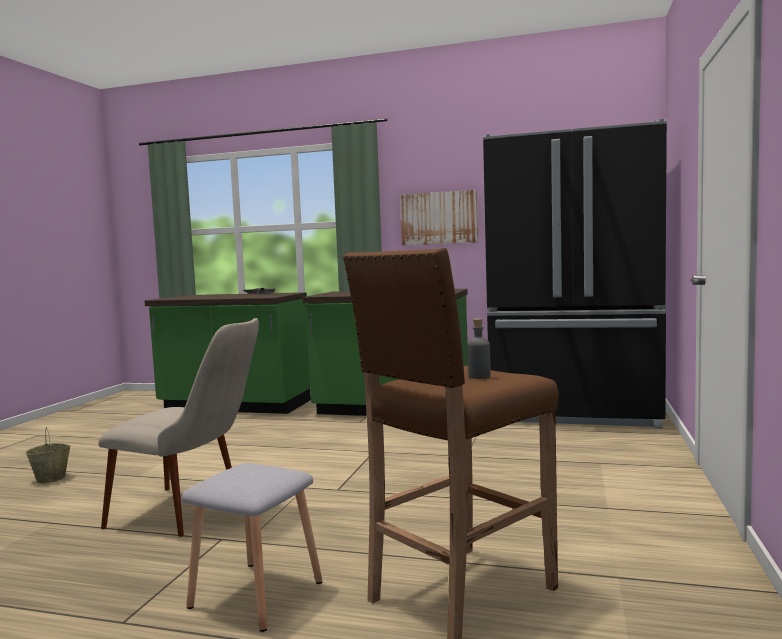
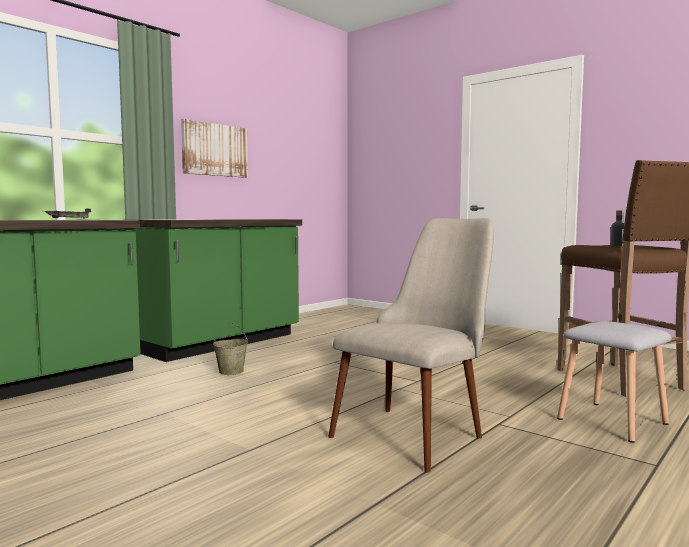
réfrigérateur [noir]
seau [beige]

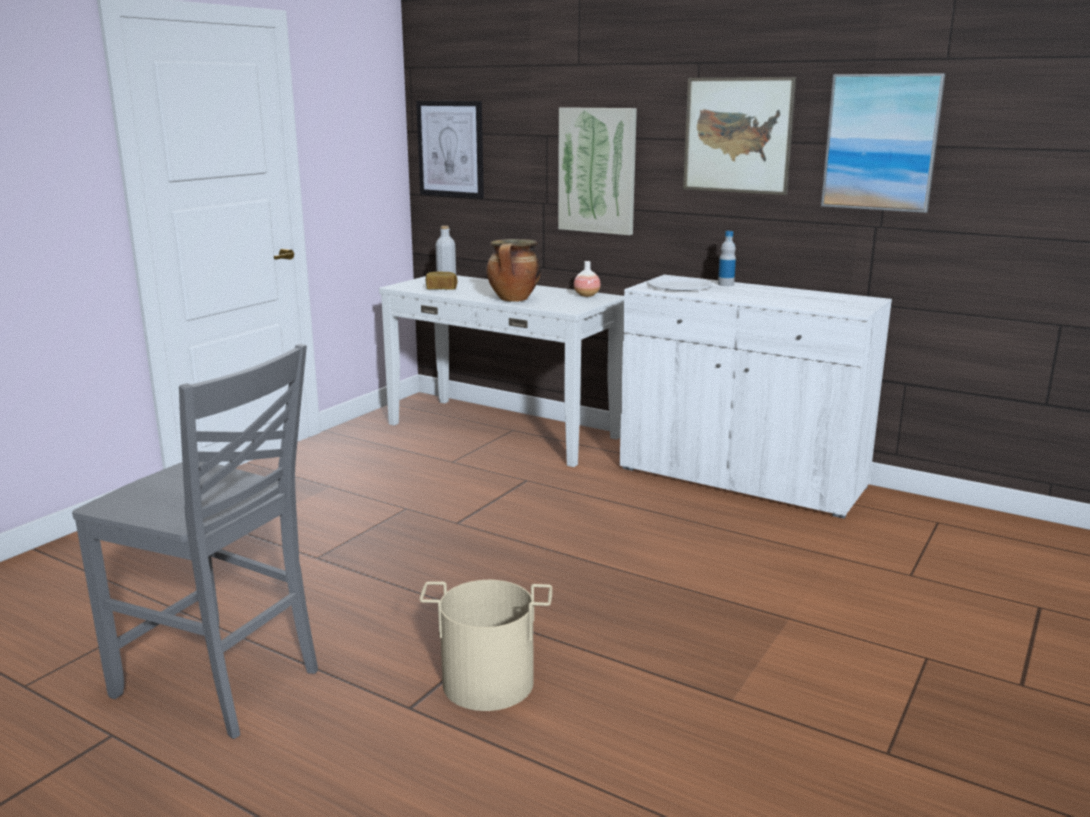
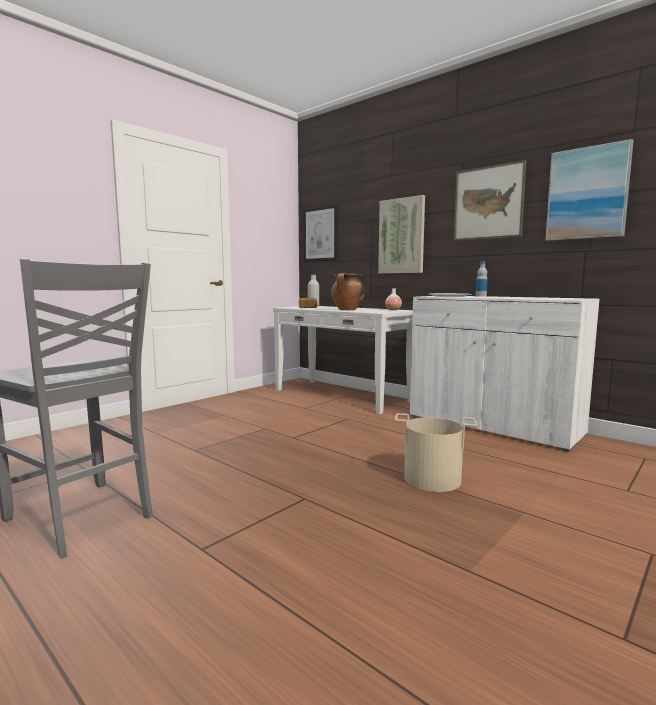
seau [beige]

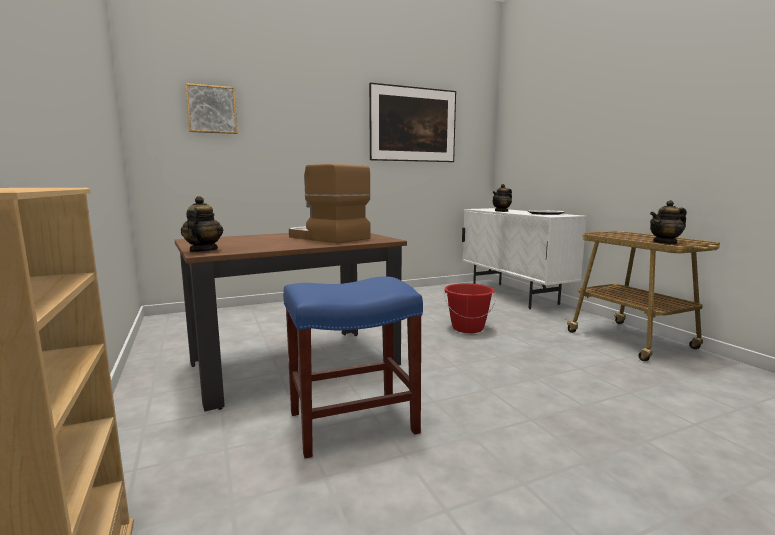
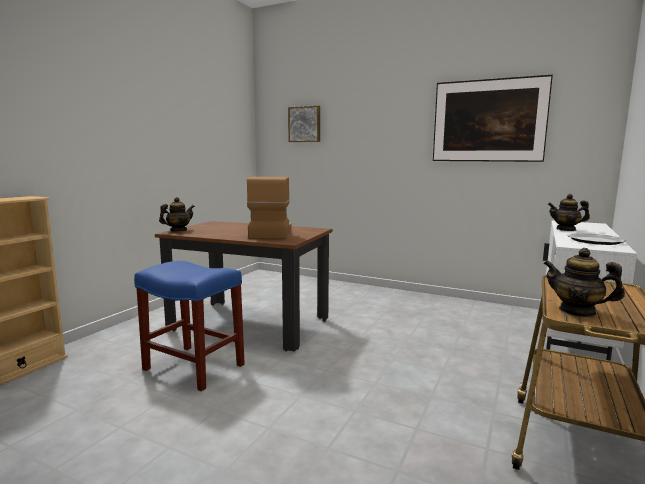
seau [rouge]

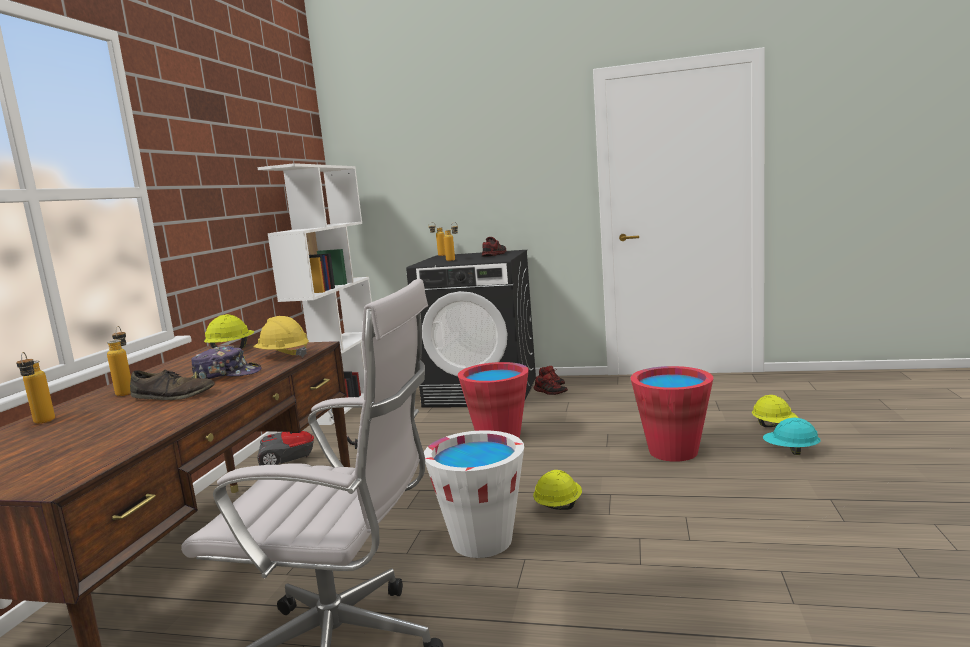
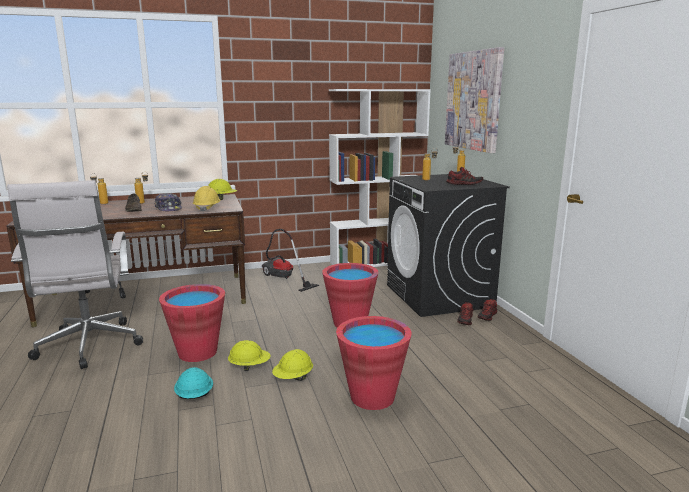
casque de chantier [jaune] (no. 4 from left)
casque de chantier [turquoise]
seau [rouge] (no. 1 from left)
tableau

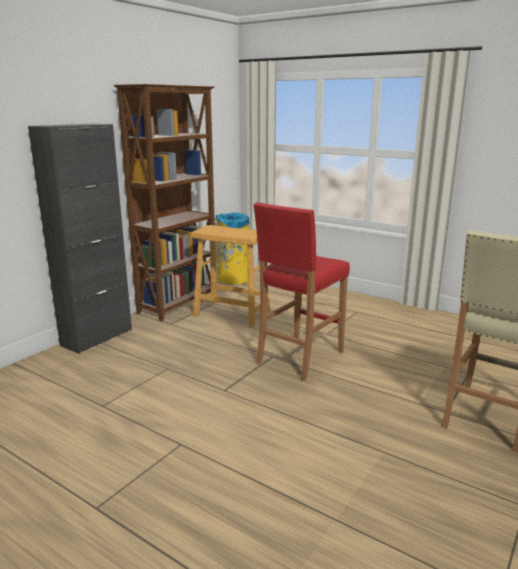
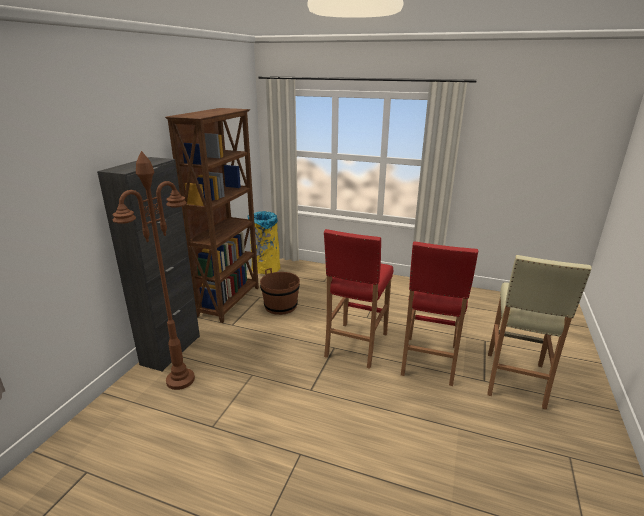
seau [marron]
lampadaire [marron]
tabouret [rouge] (no. 2 from left)

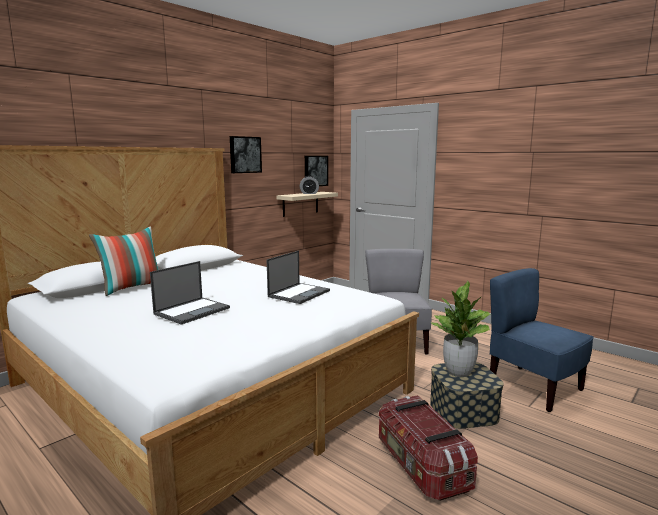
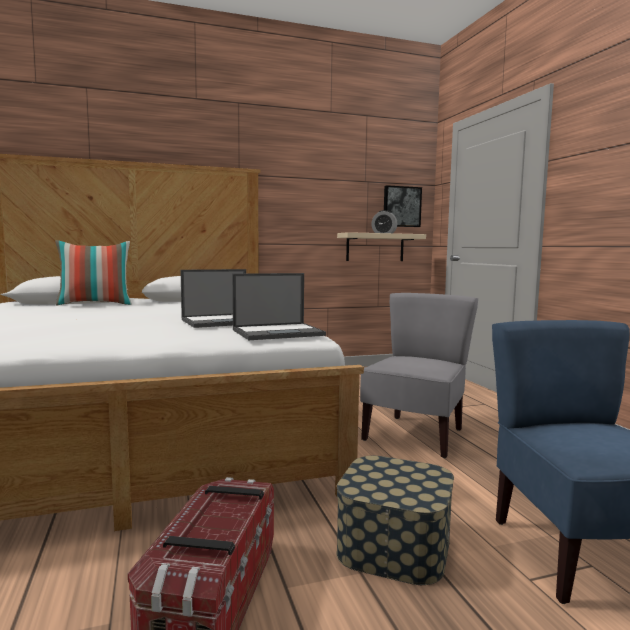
tableau (no. 1 from left in the first image)
ordinateur portable (no. 2 from left)
plante en pot

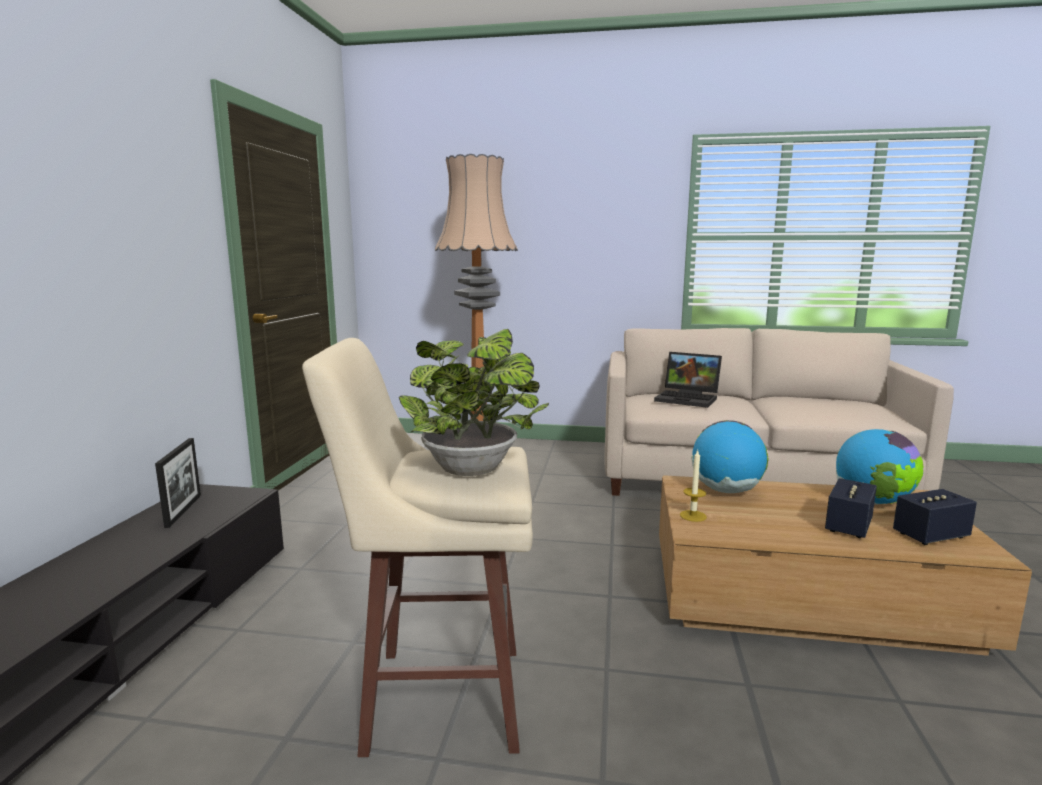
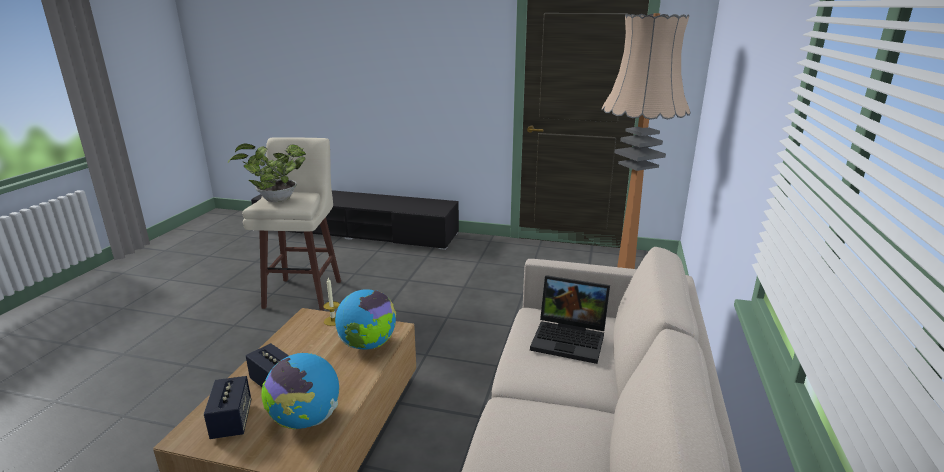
ordinateur portable
cadre photo

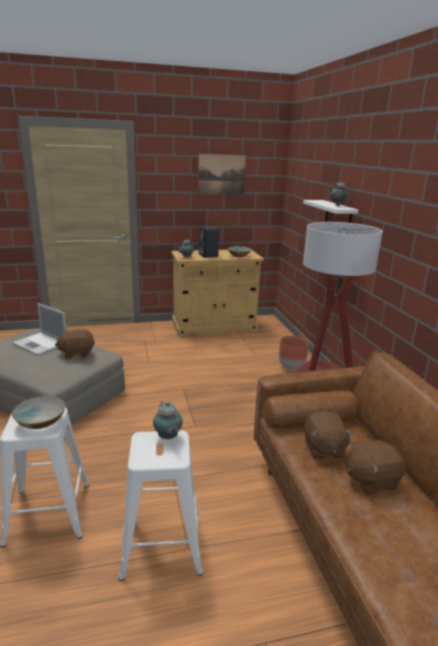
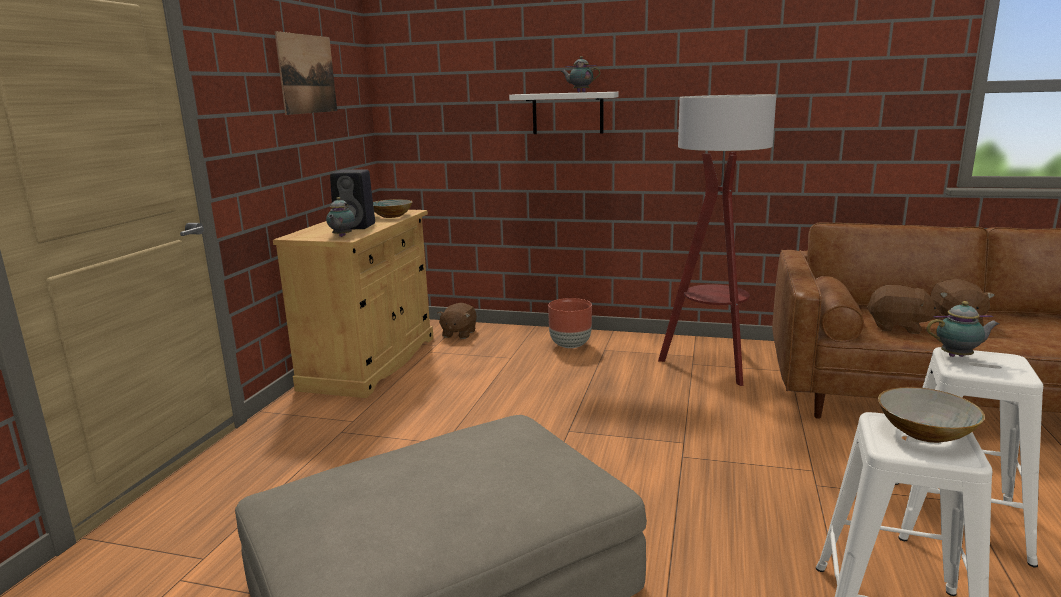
ordinateur portable
peluche [marron] (no. 1 from left)

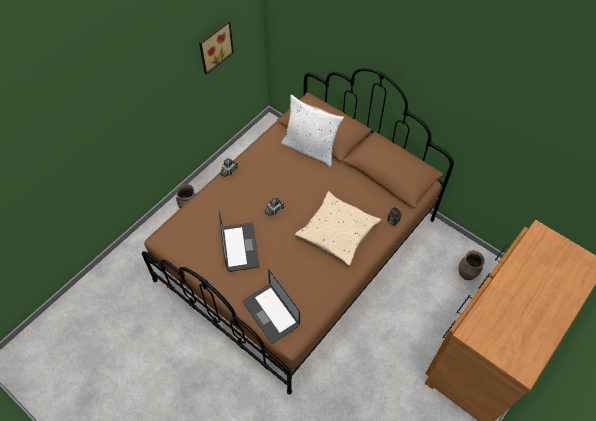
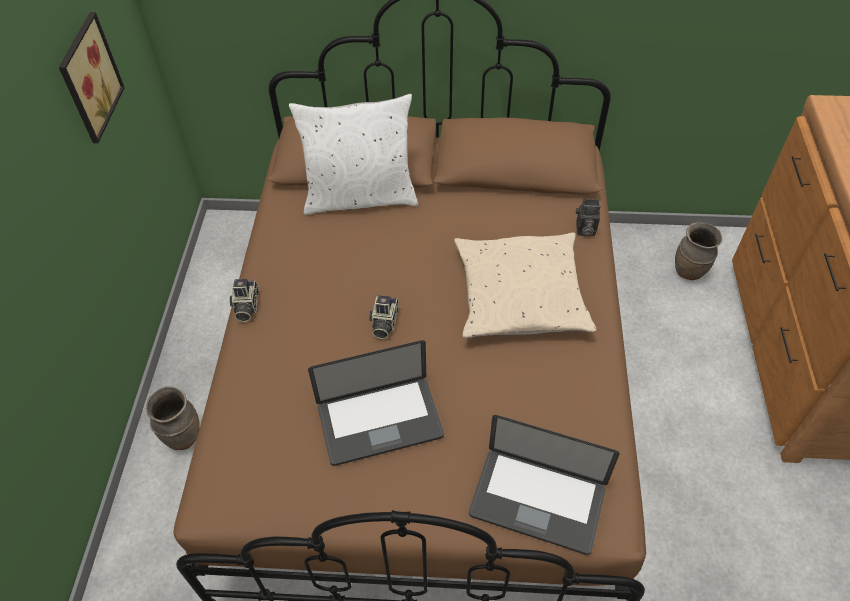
ordinateur portable (no. 1 from left)

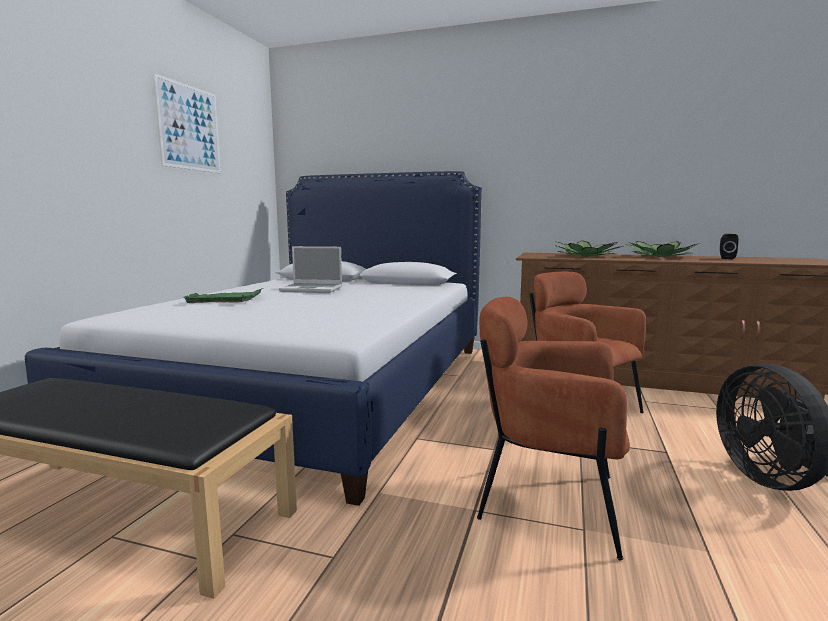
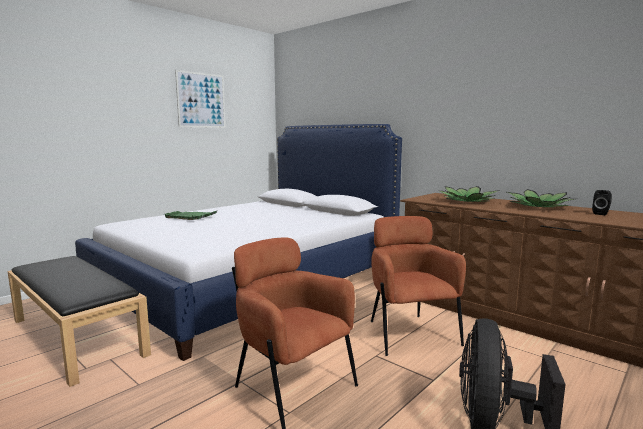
ordinateur portable

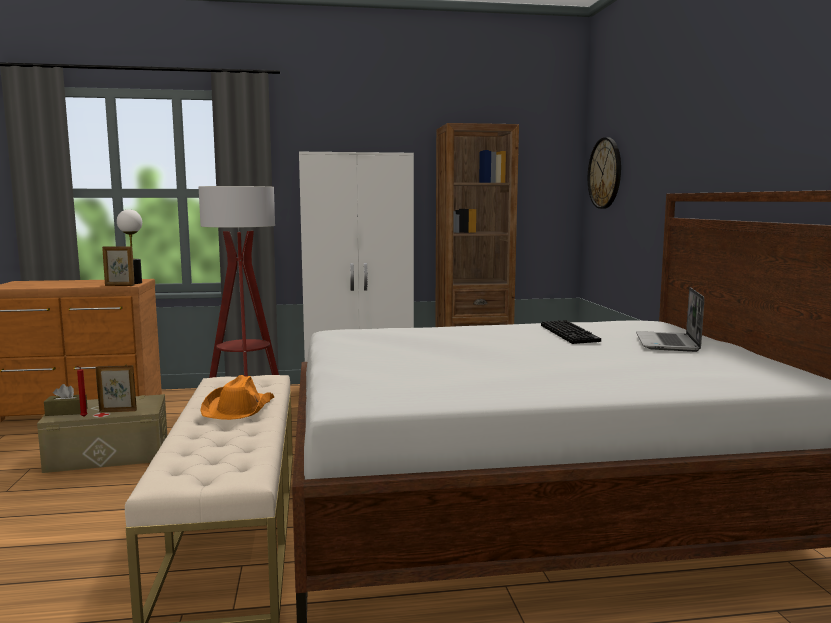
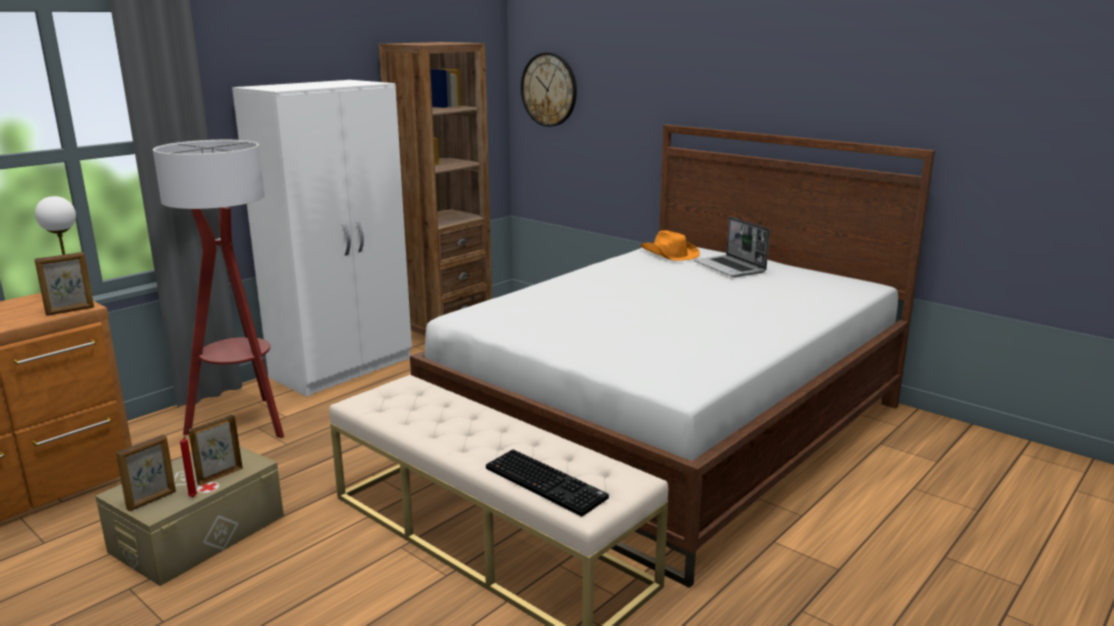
clavier
chapeau [orange]
cadre photo (no. 2 from left)

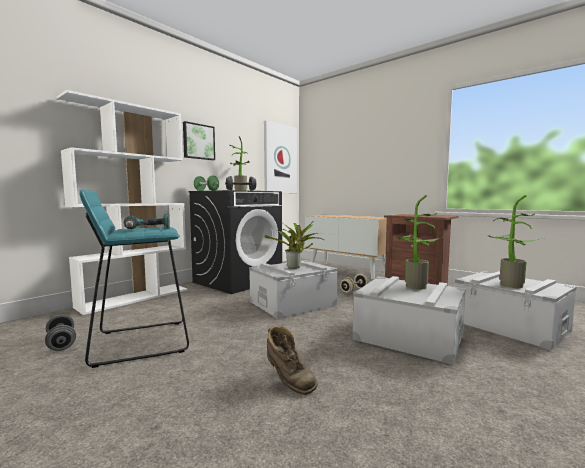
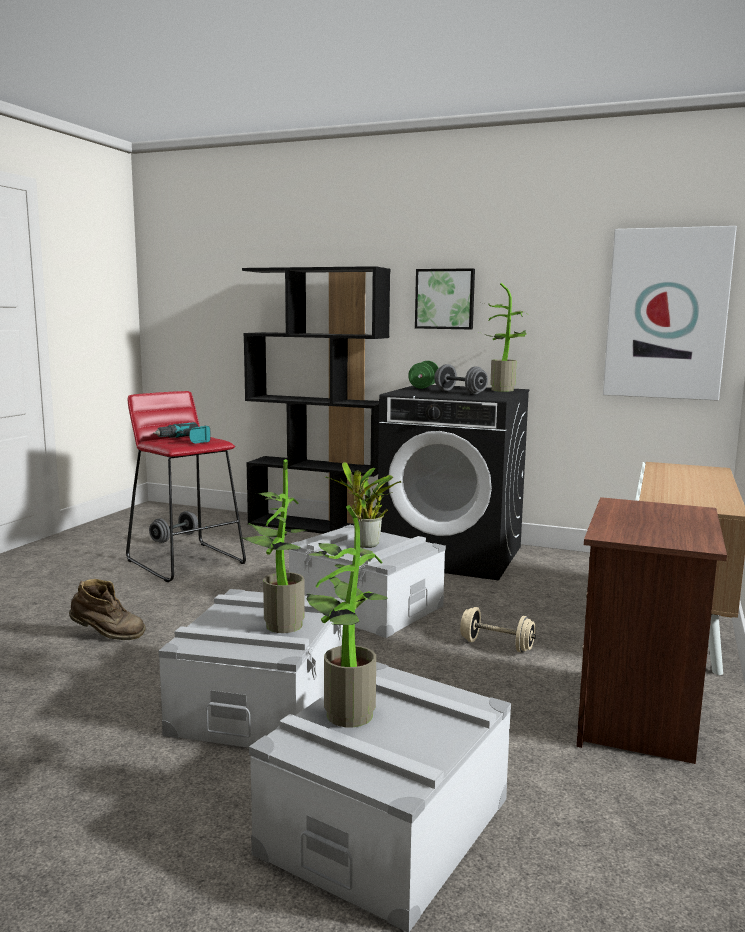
bibliothèque [noir]
tabouret [rouge]
botte [marron]

